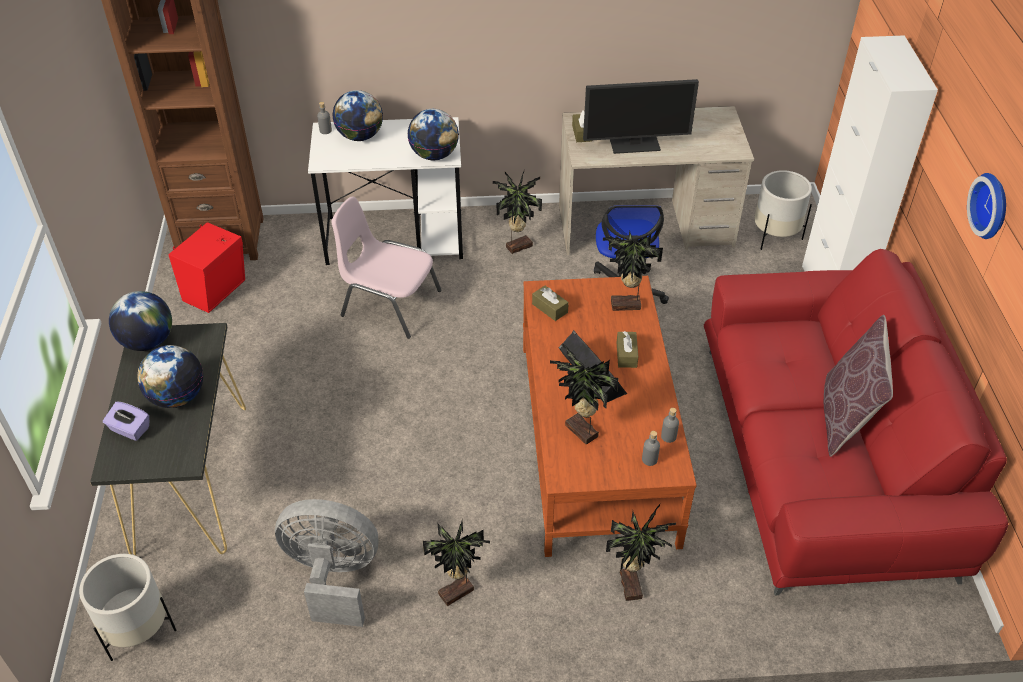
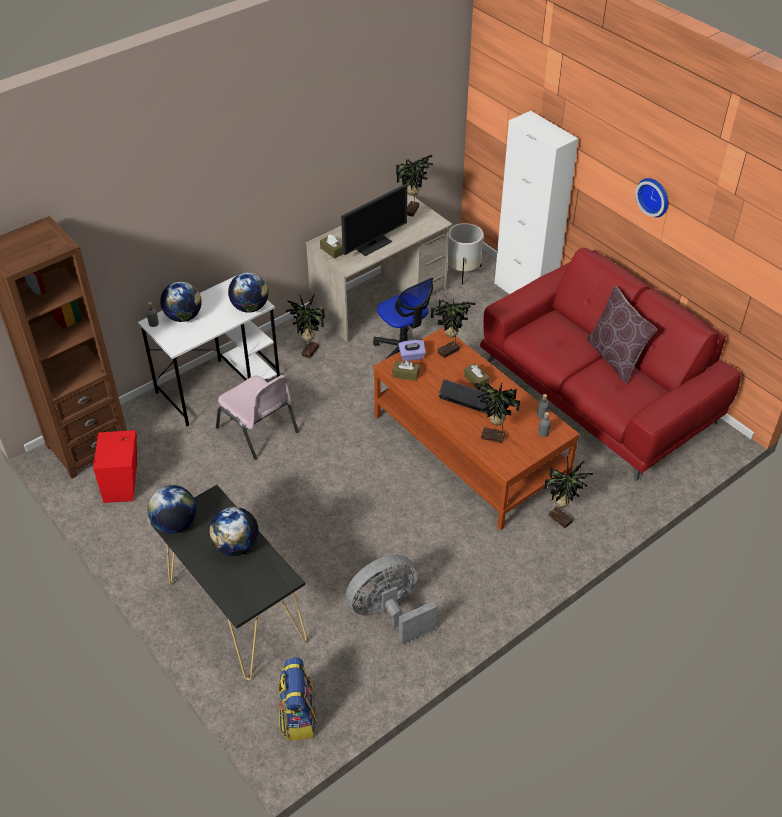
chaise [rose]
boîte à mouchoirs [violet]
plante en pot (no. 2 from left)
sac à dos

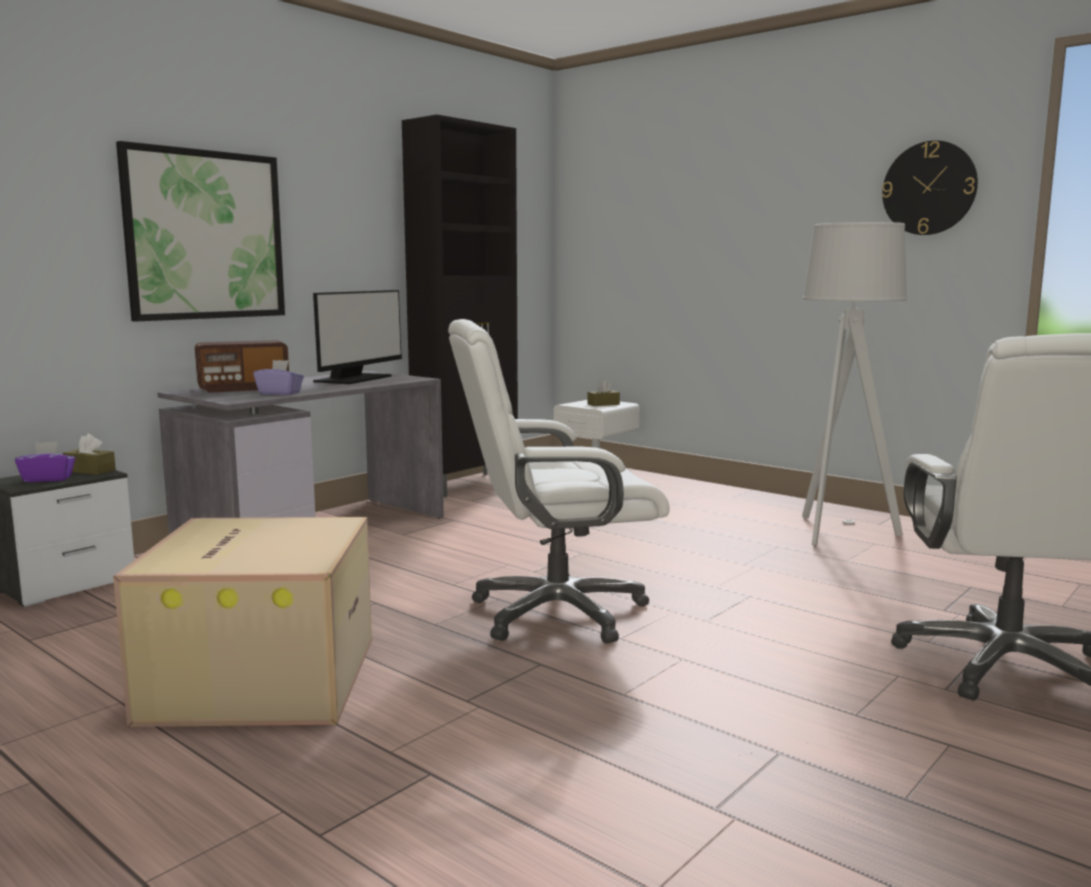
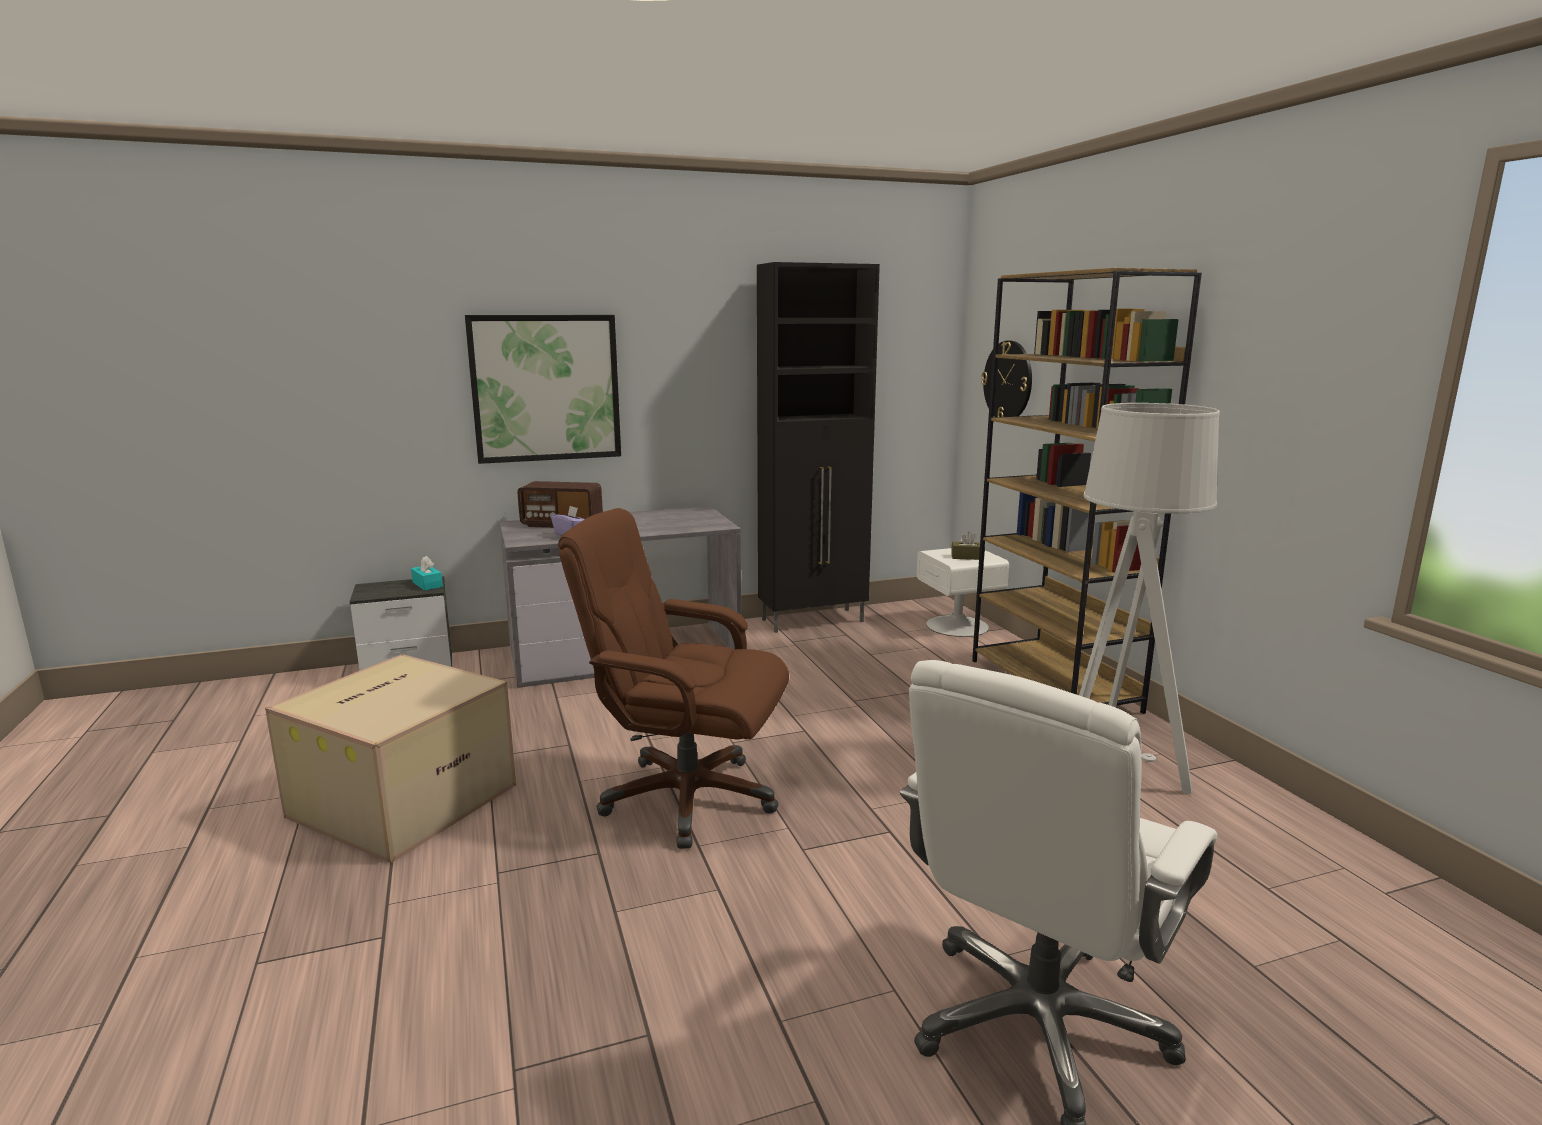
horloge murale
écran d'ordinateur
chaise de bureau [marron]
boîte à mouchoirs [turquoise]
boîte à mouchoirs [violet] (no. 1 from left in the first image)
bibliothèque [marron]

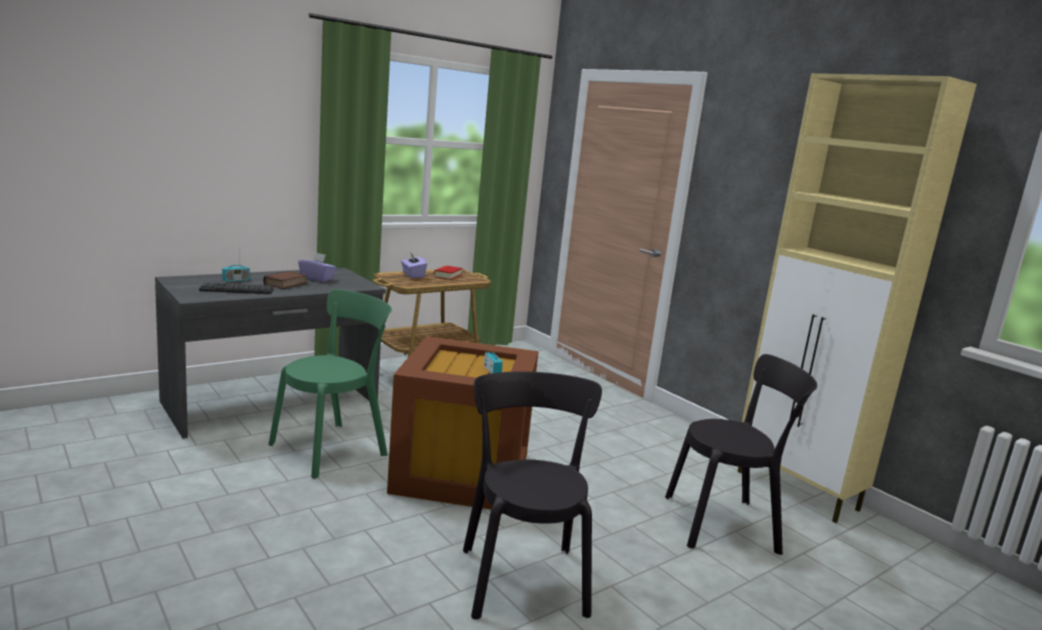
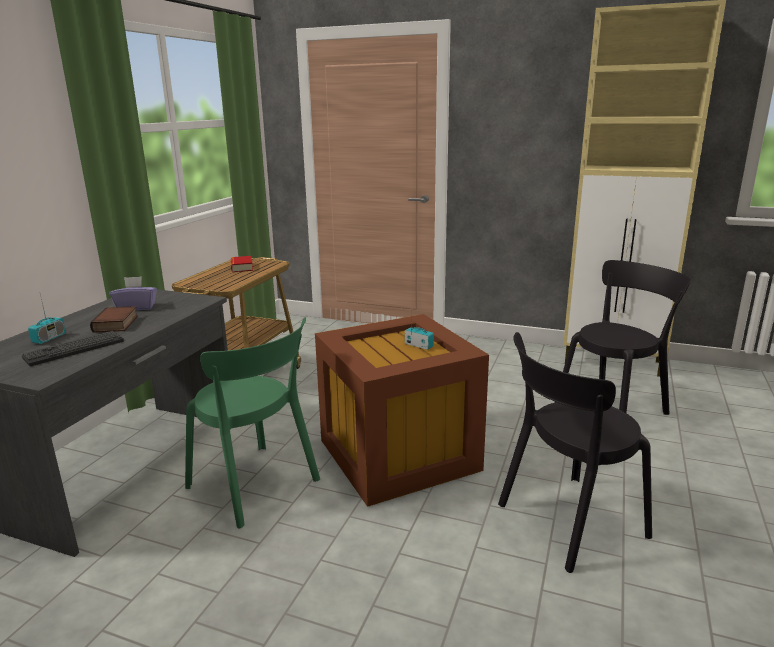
boîte à mouchoirs [violet] (no. 2 from left in the first image)
chaise [vert]
chaise [noir] (no. 1 from left)

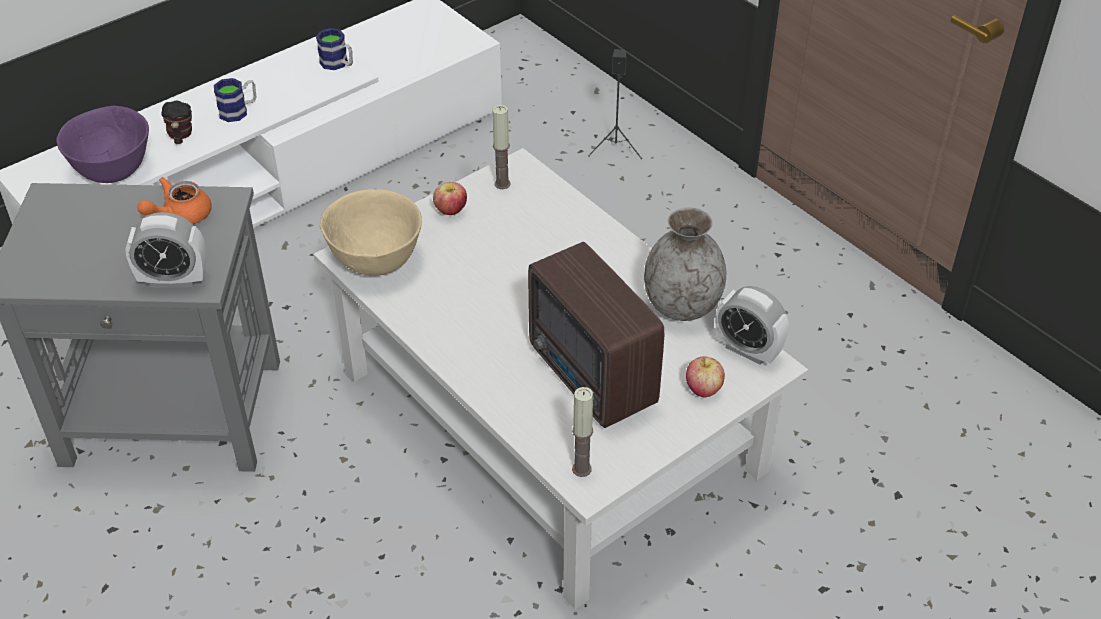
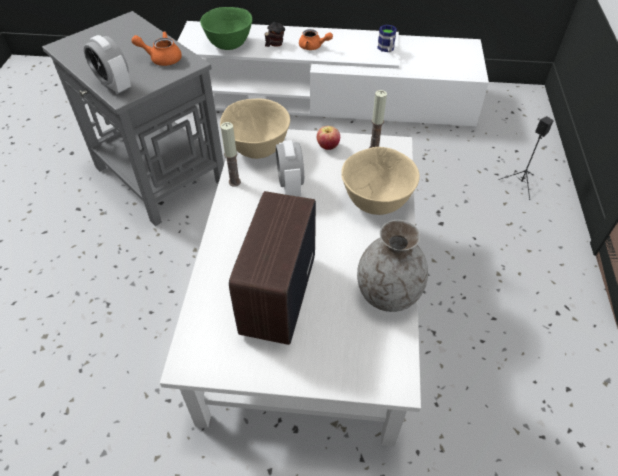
théière [orange] (no. 2 from left)
bol [vert]
réveil (no. 2 from left)
pomme (no. 2 from left in the first image)
bougie (no. 1 from left)
bol [beige] (no. 2 from left)

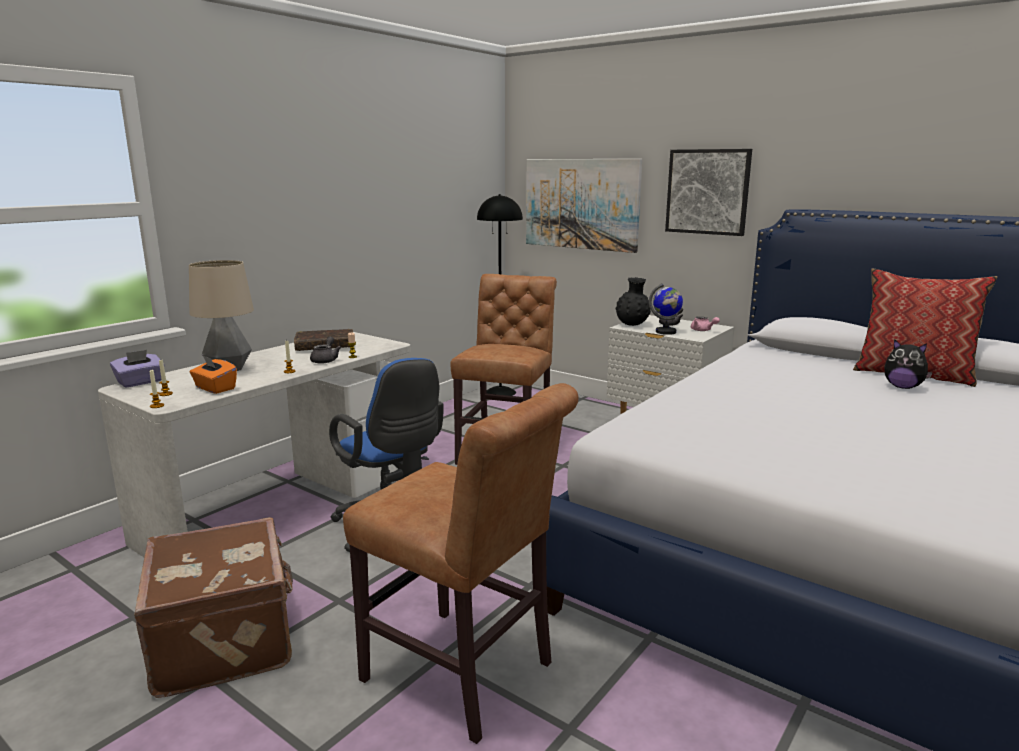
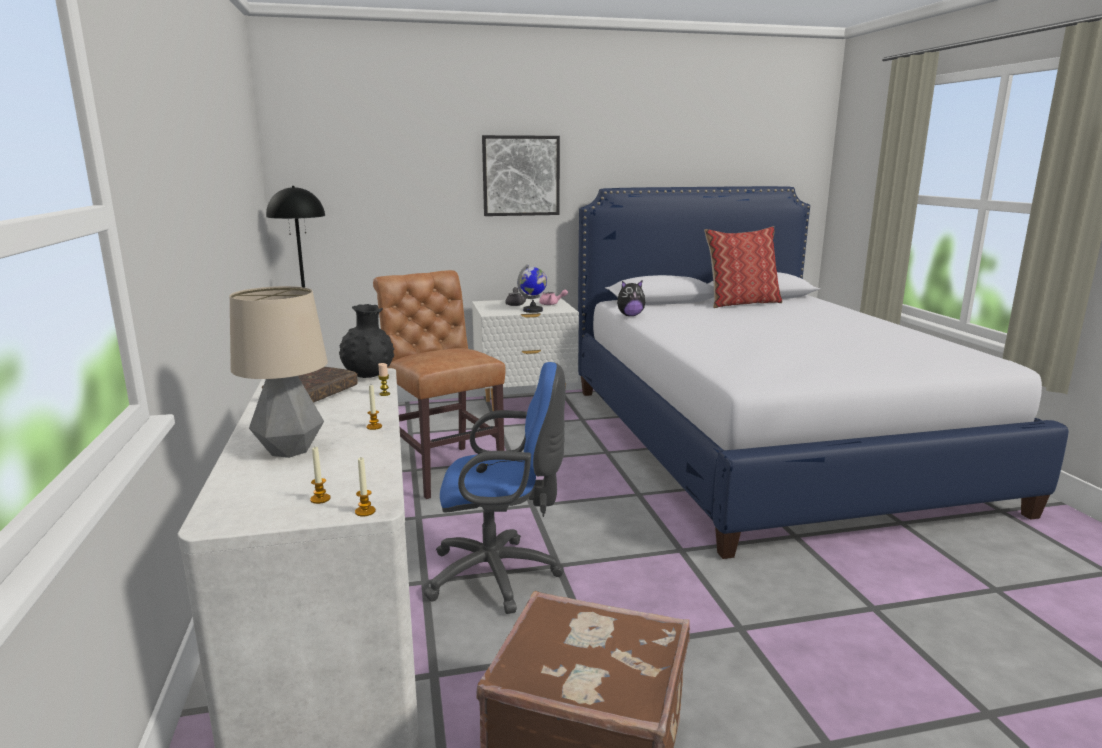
tableau (no. 1 from left in the first image)
vase [noir]
théière [gris] (no. 1 from left in the first image)
peluche
boîte à mouchoirs [violet]
boîte à mouchoirs [orange]
chaise [marron] (no. 1 from left in the first image)

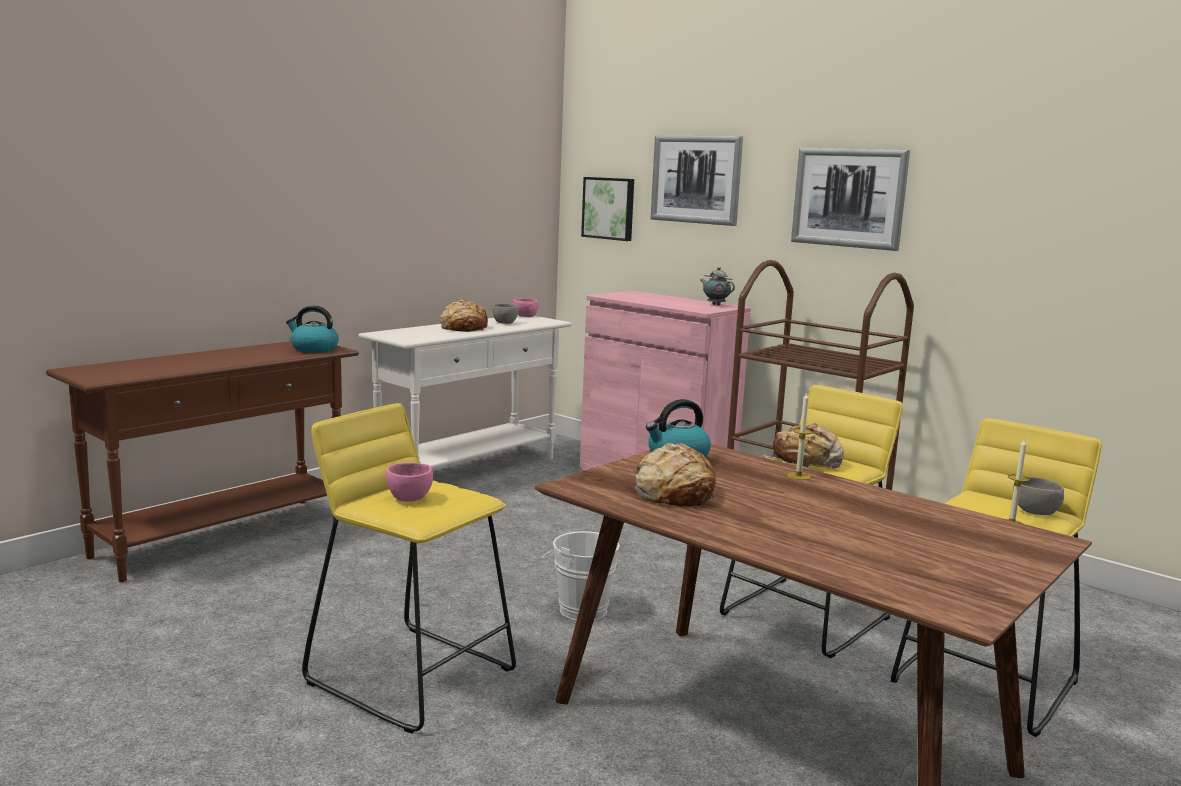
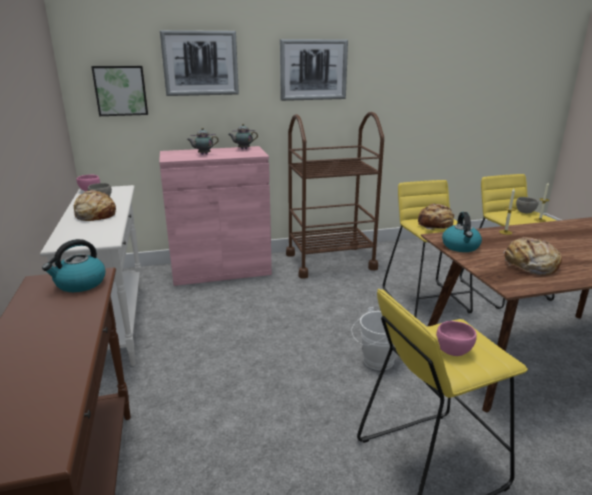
théière (no. 1 from left)

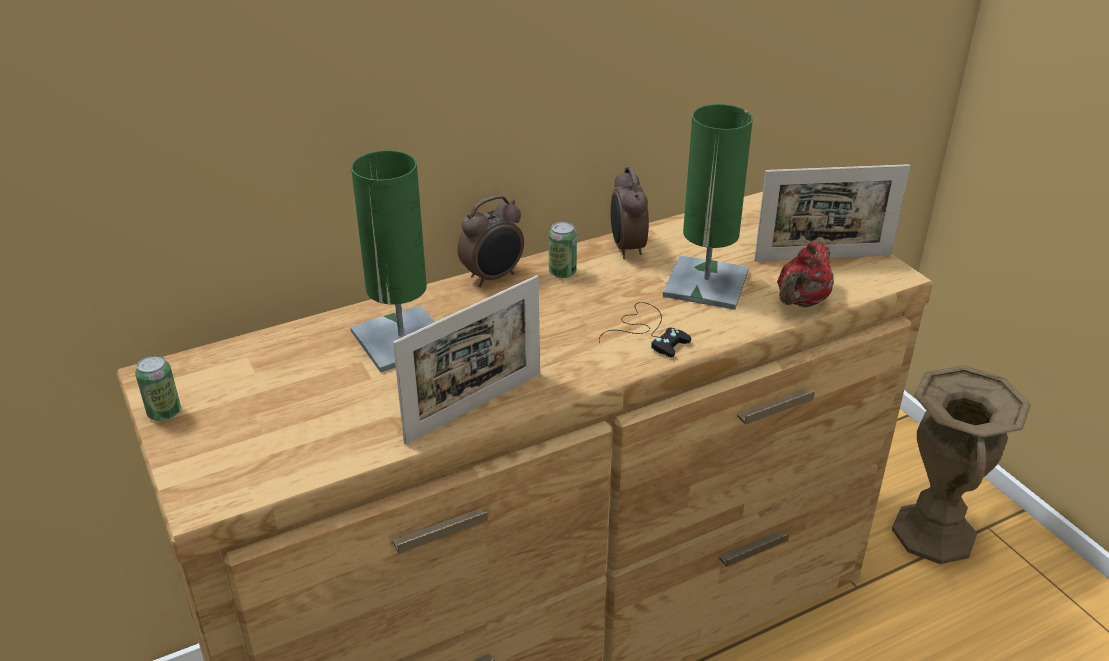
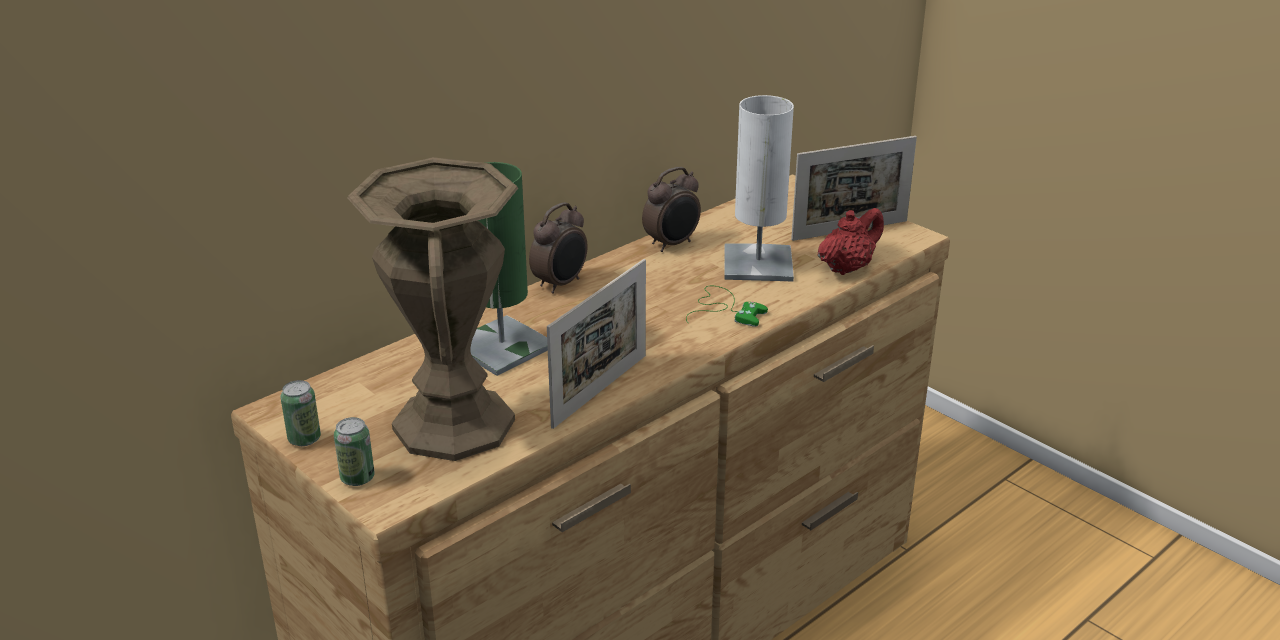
lampe de table [blanc]
réveil (no. 2 from left)
boîte métallique (no. 2 from left)
théière [rouge]
manette [vert]
vase [marron]

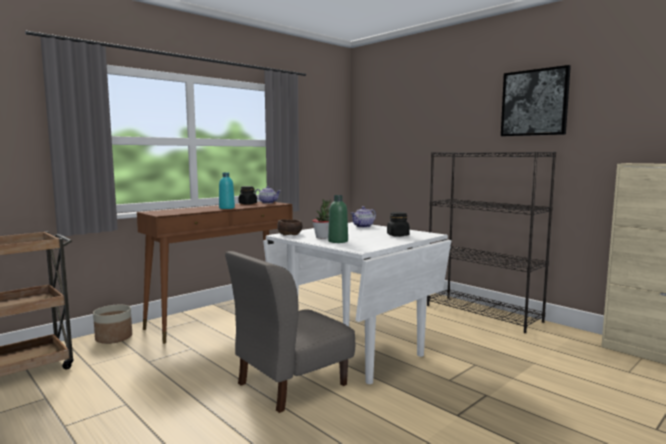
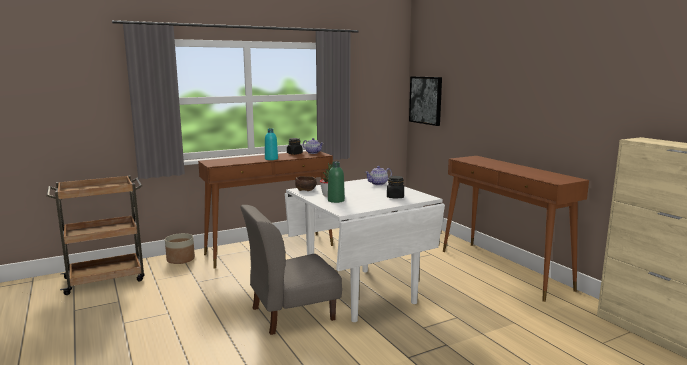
tableau
table console [marron] (no. 2 from left)

